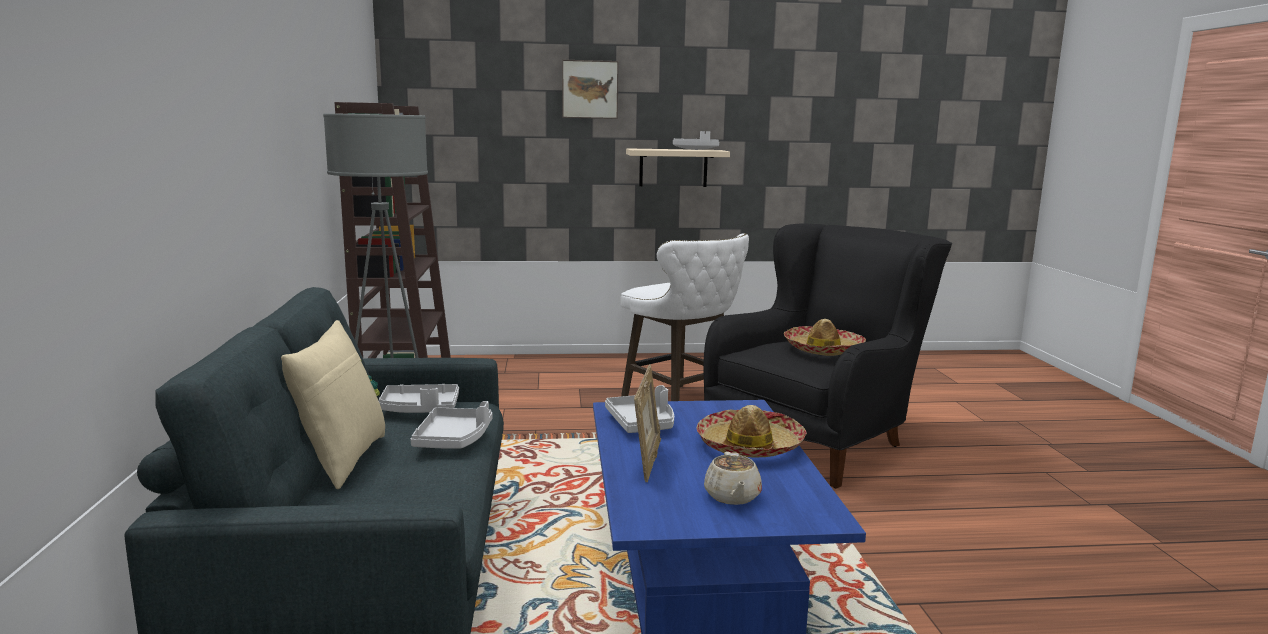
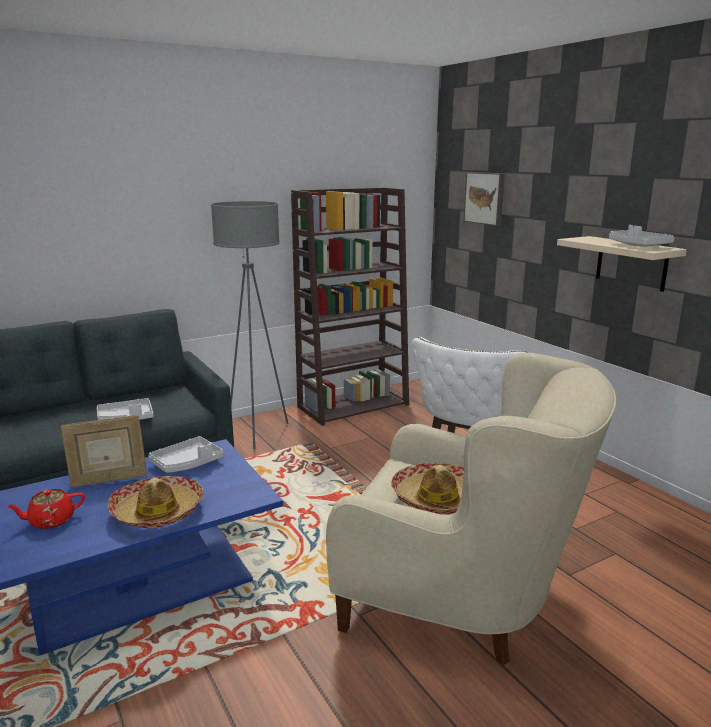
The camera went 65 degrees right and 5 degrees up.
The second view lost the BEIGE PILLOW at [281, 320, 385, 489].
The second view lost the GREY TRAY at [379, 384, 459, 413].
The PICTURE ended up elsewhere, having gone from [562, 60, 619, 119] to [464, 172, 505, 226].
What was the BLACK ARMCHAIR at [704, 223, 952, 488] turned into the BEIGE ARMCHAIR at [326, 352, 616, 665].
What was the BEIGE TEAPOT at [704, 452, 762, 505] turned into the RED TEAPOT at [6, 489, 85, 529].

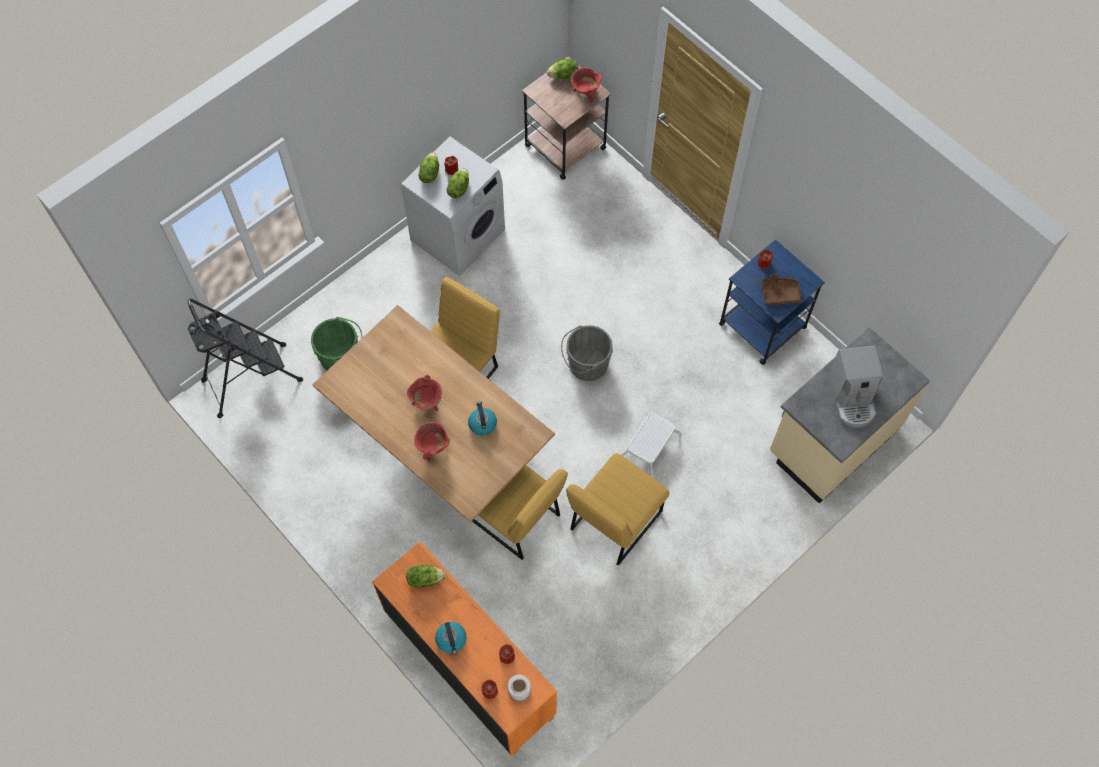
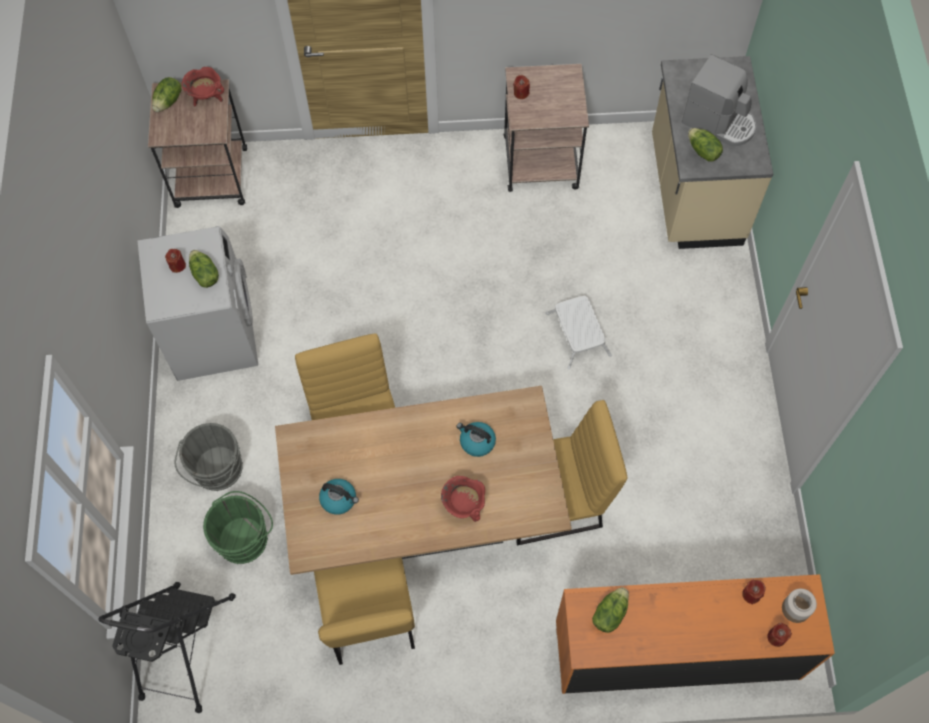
The camera went 50 degrees left and 0 degrees up.
The second view lost the RED COOKING POT at [407, 374, 442, 411].
The LETTUCE ended up elsewhere, having gone from [418, 153, 439, 183] to [688, 128, 723, 162].
The KETTLE ended up elsewhere, having gone from [435, 622, 467, 655] to [319, 479, 359, 515].
The GREY BUCKET ended up elsewhere, having gone from [561, 325, 613, 381] to [174, 423, 243, 491].
The YELLOW CHAIR ended up elsewhere, having gone from [566, 453, 670, 566] to [314, 557, 415, 665].
What was the BLUE CART at [719, 239, 825, 365] turned into the BROWN CART at [503, 64, 589, 192].
The second view lost the BROWN TRAY at [761, 274, 802, 305].

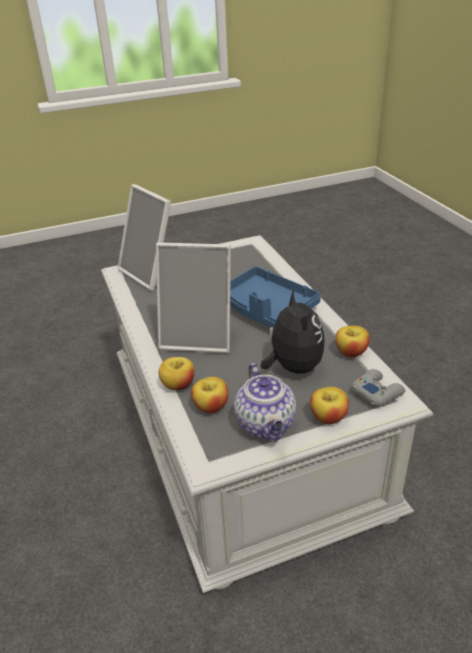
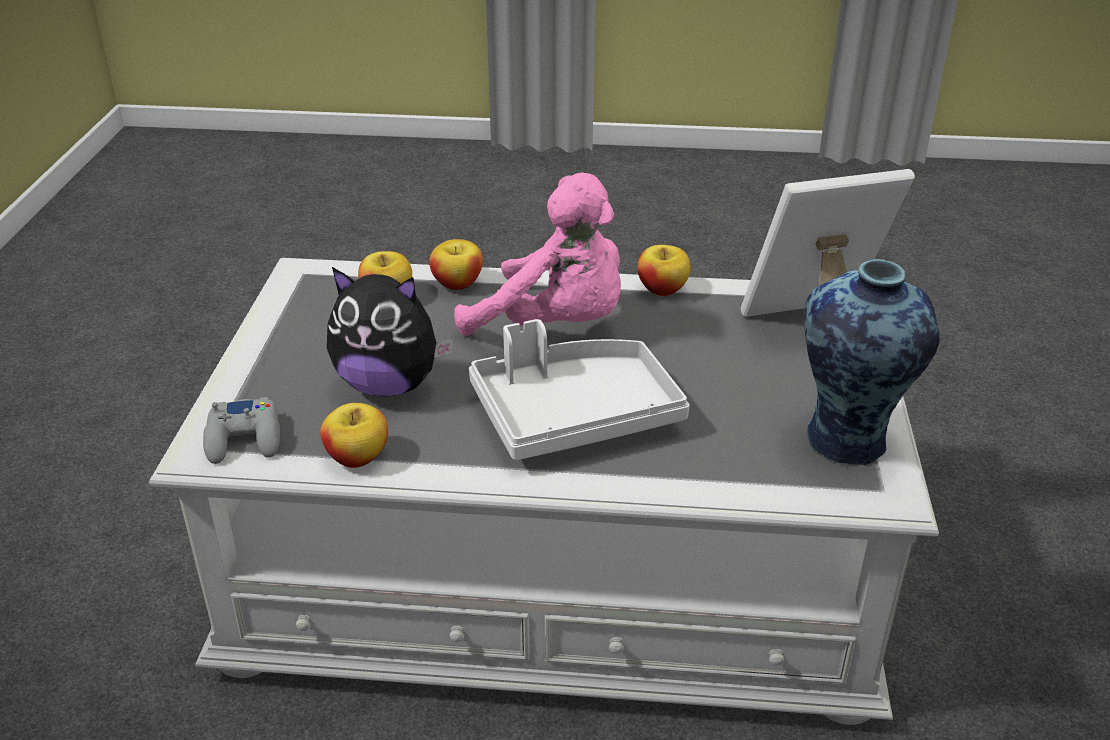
The camera went 115 degrees right and 0 degrees up.
Where the PICTURE FRAME stood at [156, 242, 231, 353], the PINK PLUSH TOY came to stand at [454, 173, 621, 336].
What was the BLUE TRAY at [230, 266, 321, 328] turned into the GREY TRAY at [469, 319, 690, 460].
The second view lost the TEAPOT at [234, 363, 296, 442].
The APPLE ended up elsewhere, having gone from [310, 387, 349, 424] to [637, 245, 691, 296].
The second view gained the VASE at [804, 259, 940, 466].

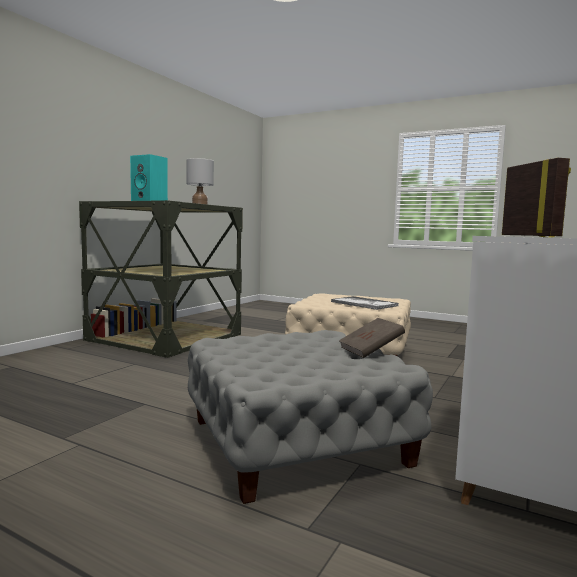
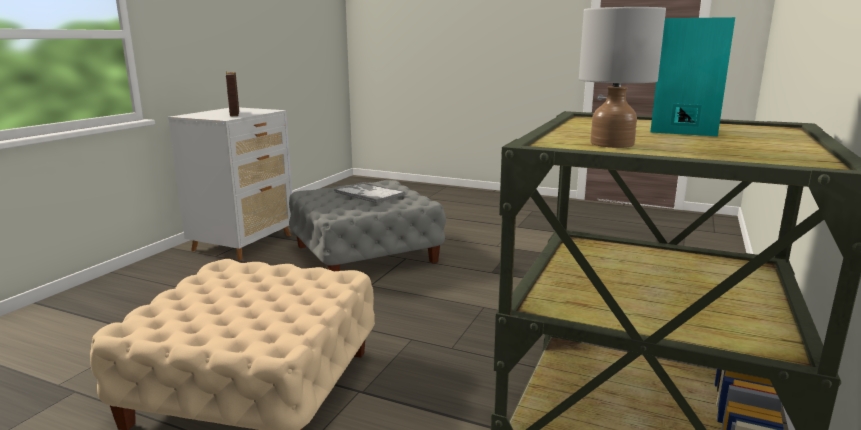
The camera went 175 degrees right and 10 degrees up.
The TRAY ended up elsewhere, having gone from [331, 296, 399, 310] to [334, 182, 406, 203].
The second view lost the BROWN BOOK at [339, 318, 405, 358].

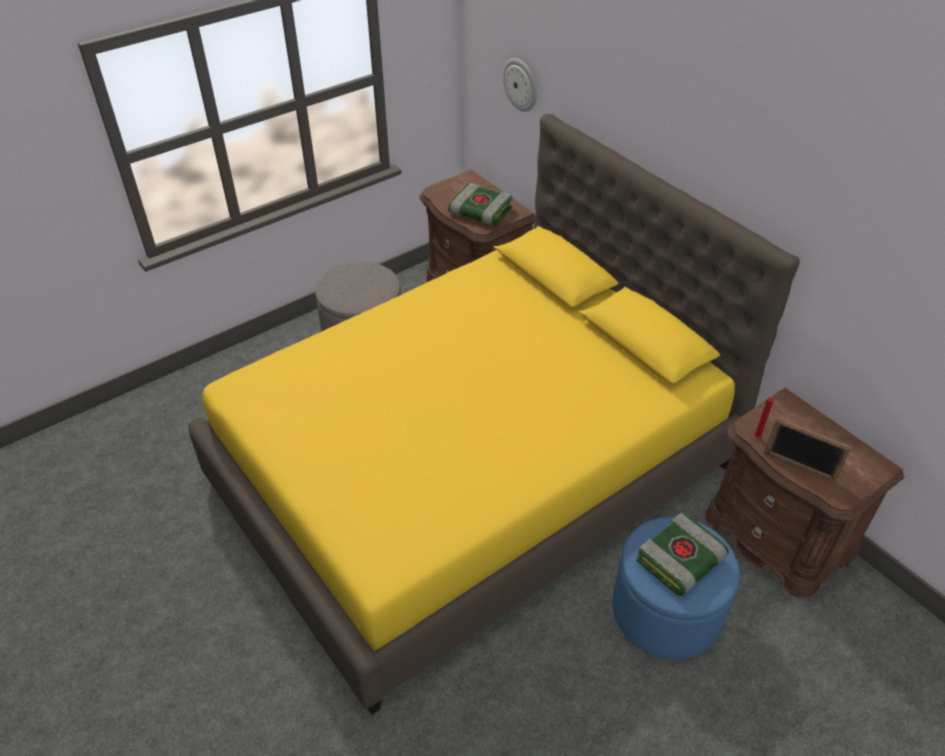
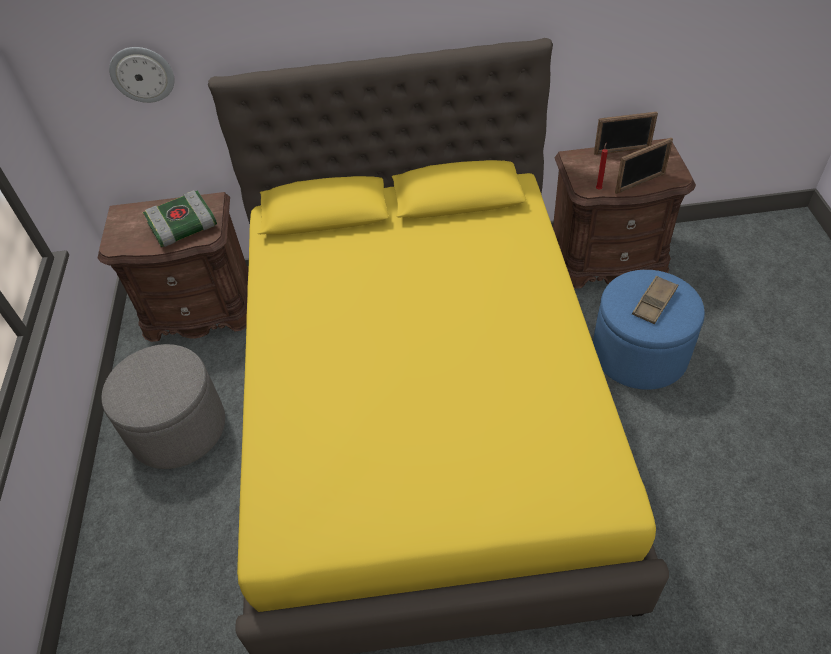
The camera went 55 degrees left and 5 degrees up.
Where the BOOK stood at [636, 512, 729, 596], the BROWN TRAY came to stand at [632, 276, 678, 324].
The second view gained the PICTURE FRAME at [594, 112, 658, 155].

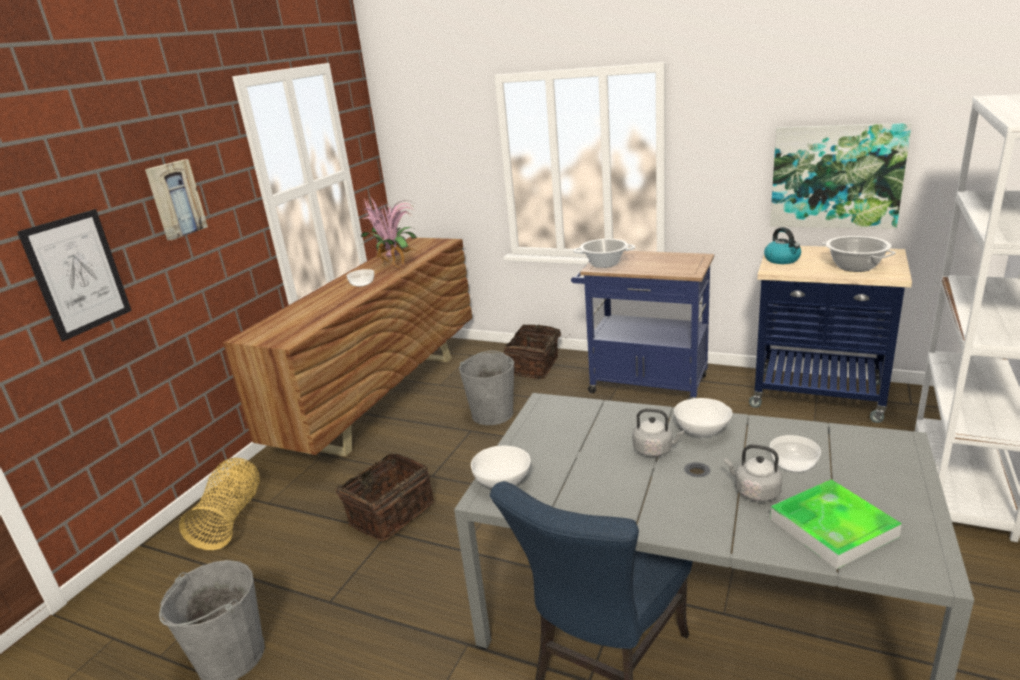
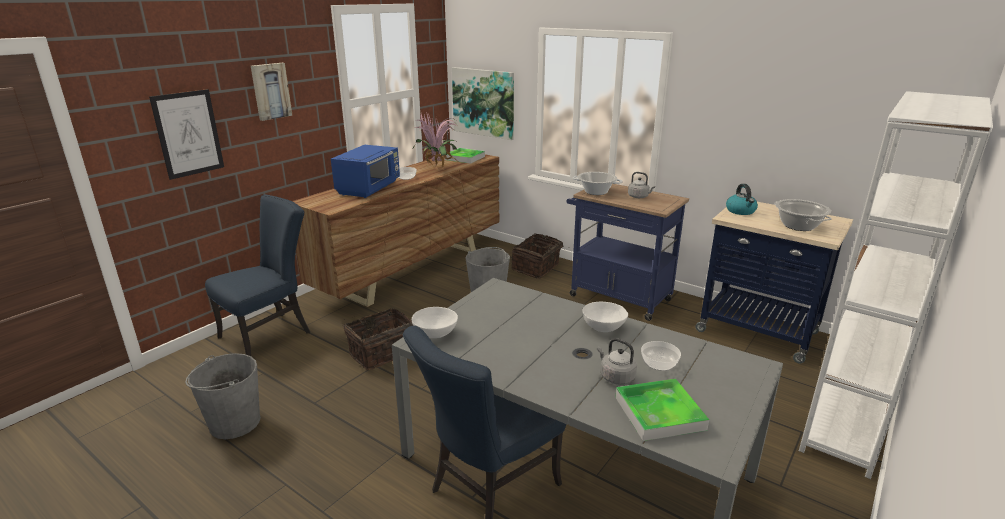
The camera went 10 degrees right and 0 degrees up.
Where the BASKET stood at [179, 458, 260, 550], the BLUE CHAIR came to stand at [205, 195, 310, 356].
The GREY KETTLE ended up elsewhere, having gone from [632, 408, 684, 457] to [628, 172, 655, 198].
The PICTURE ended up elsewhere, having gone from [770, 123, 912, 229] to [452, 67, 514, 140].
The second view gained the BLUE MICROWAVE at [331, 145, 400, 198].
The second view gained the TRAY at [445, 148, 485, 164].

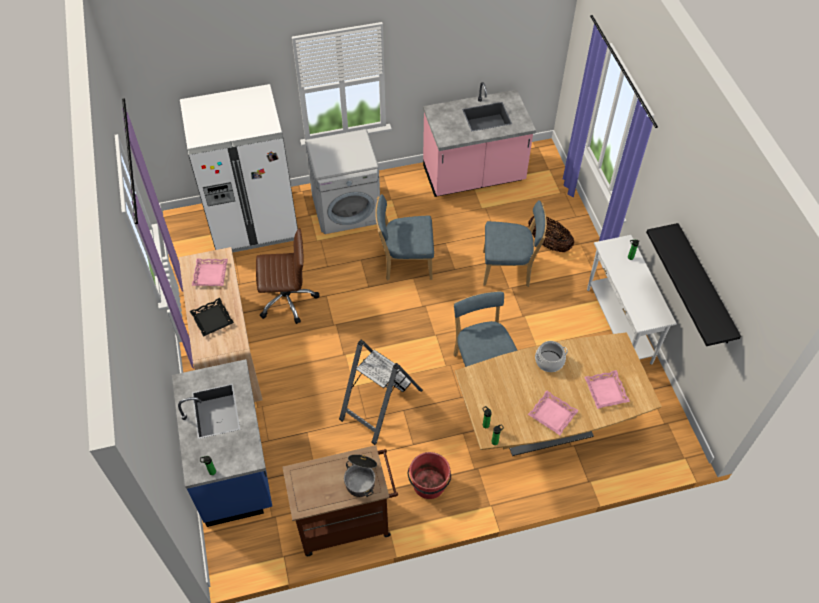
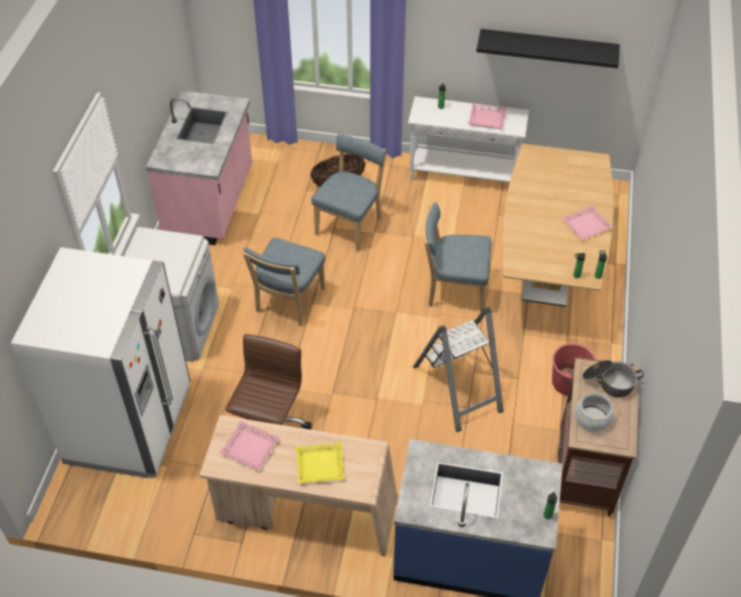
The camera went 65 degrees left and 5 degrees down.
What was the BLACK TRAY at [190, 298, 234, 337] turned into the YELLOW TRAY at [296, 443, 345, 483].
The COOKING POT ended up elsewhere, having gone from [535, 341, 568, 372] to [575, 390, 614, 432].
The PINK TRAY ended up elsewhere, having gone from [585, 370, 630, 409] to [468, 103, 507, 129].

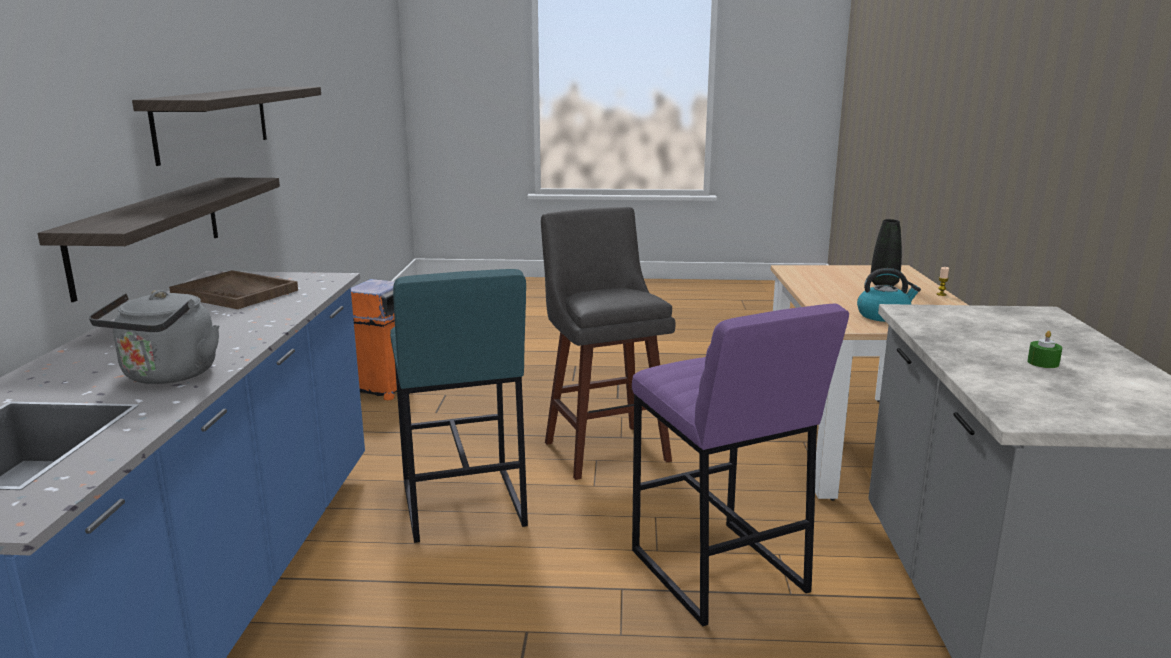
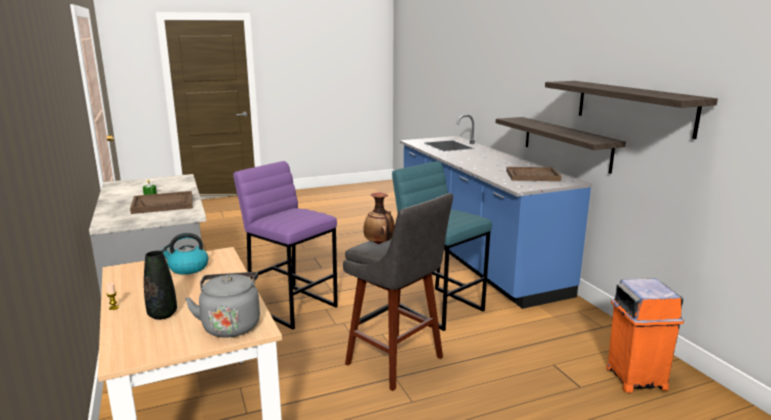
The camera went 155 degrees right and 0 degrees up.
The GREY KETTLE ended up elsewhere, having gone from [89, 290, 219, 384] to [185, 272, 260, 338].
The second view gained the BROWN TRAY at [130, 191, 193, 214].
The second view gained the VASE at [363, 192, 395, 244].

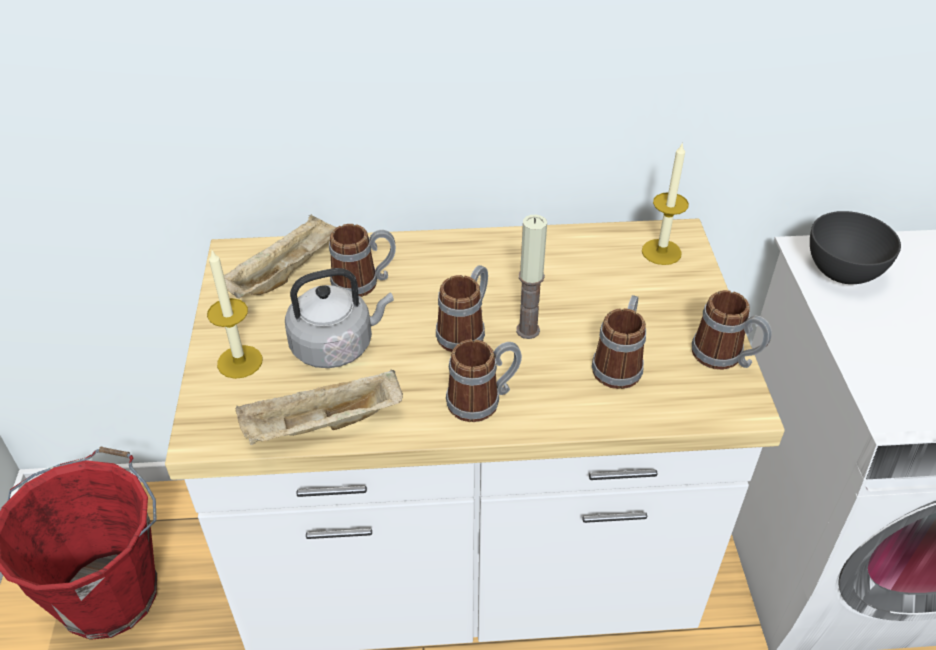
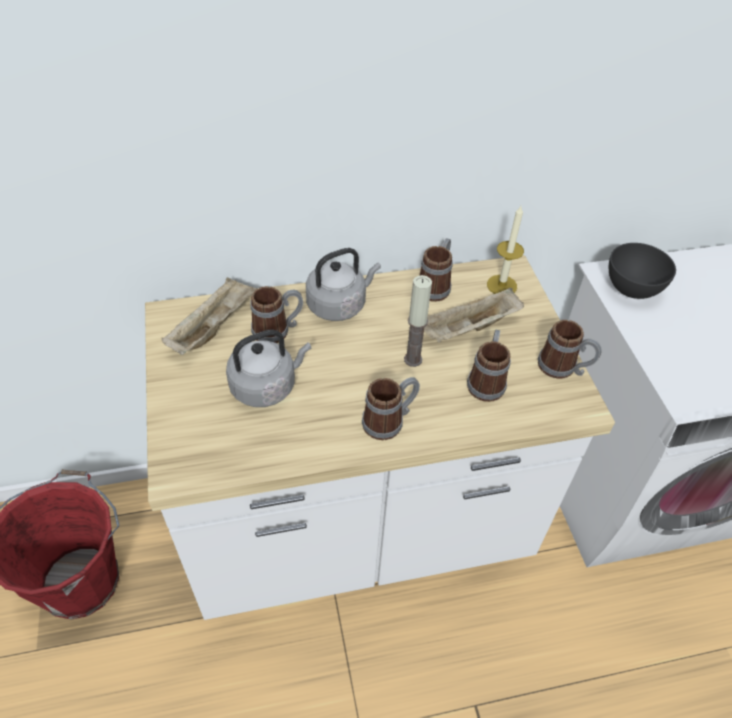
The camera went 10 degrees left and 5 degrees up.
The second view lost the CANDLE at [207, 251, 262, 379].
The BEIGE TRAY ended up elsewhere, having gone from [236, 369, 403, 445] to [424, 288, 524, 343].
The MUG ended up elsewhere, having gone from [436, 265, 488, 352] to [419, 238, 453, 302].
The second view gained the GREY KETTLE at [306, 248, 381, 321].

